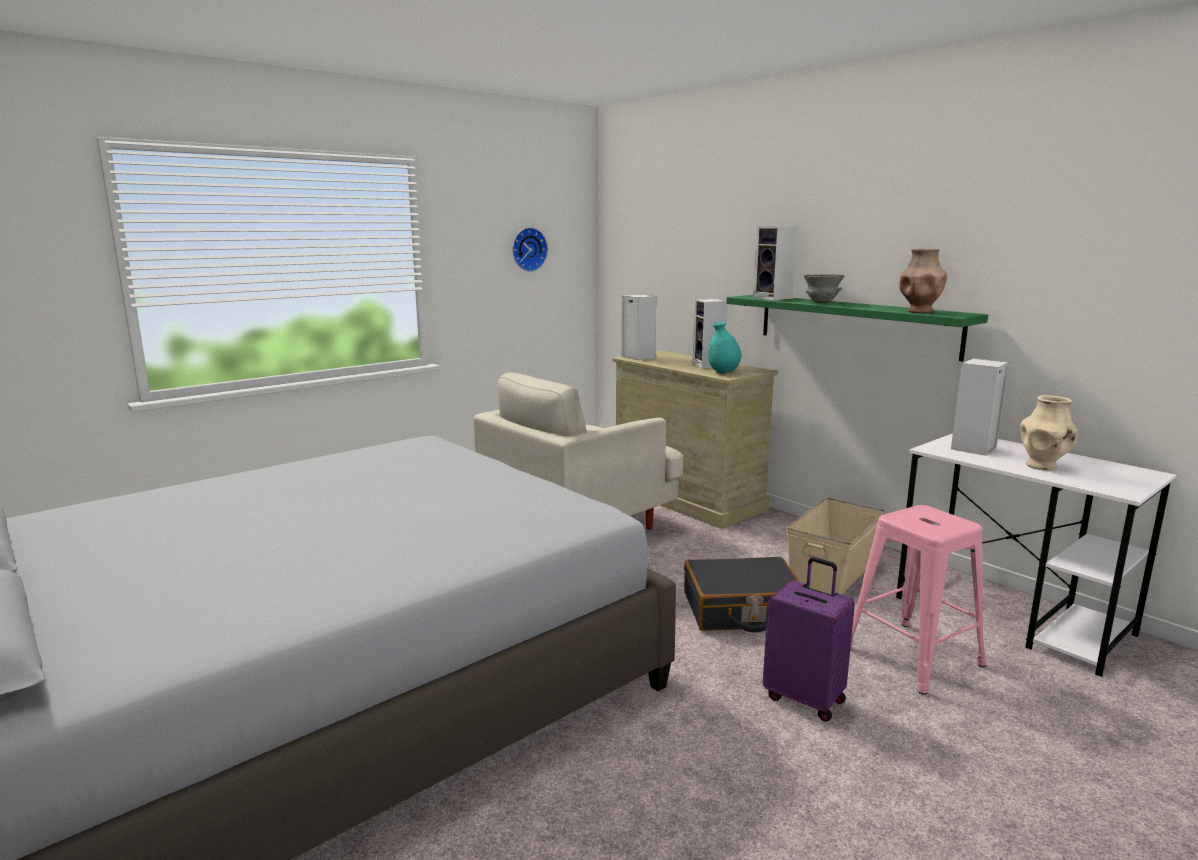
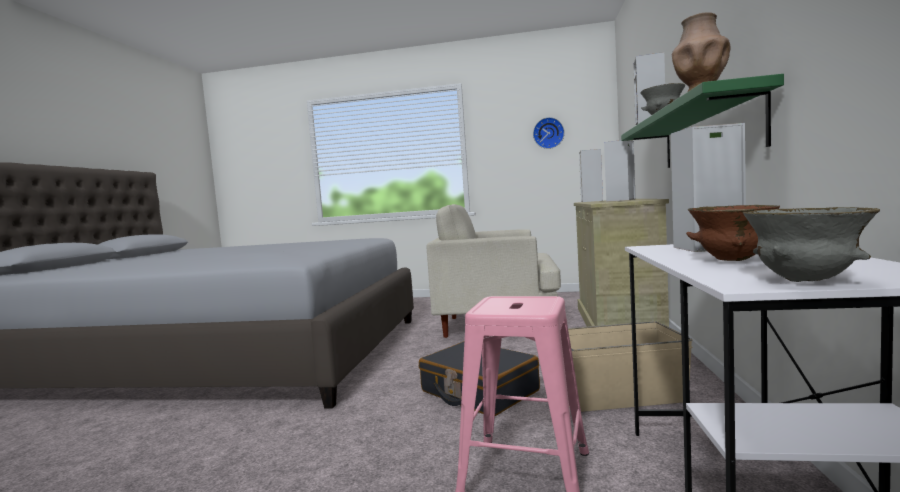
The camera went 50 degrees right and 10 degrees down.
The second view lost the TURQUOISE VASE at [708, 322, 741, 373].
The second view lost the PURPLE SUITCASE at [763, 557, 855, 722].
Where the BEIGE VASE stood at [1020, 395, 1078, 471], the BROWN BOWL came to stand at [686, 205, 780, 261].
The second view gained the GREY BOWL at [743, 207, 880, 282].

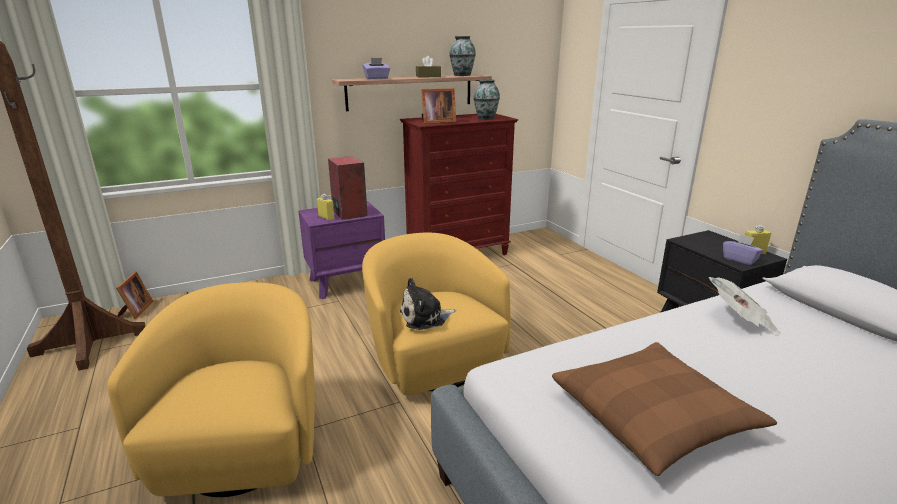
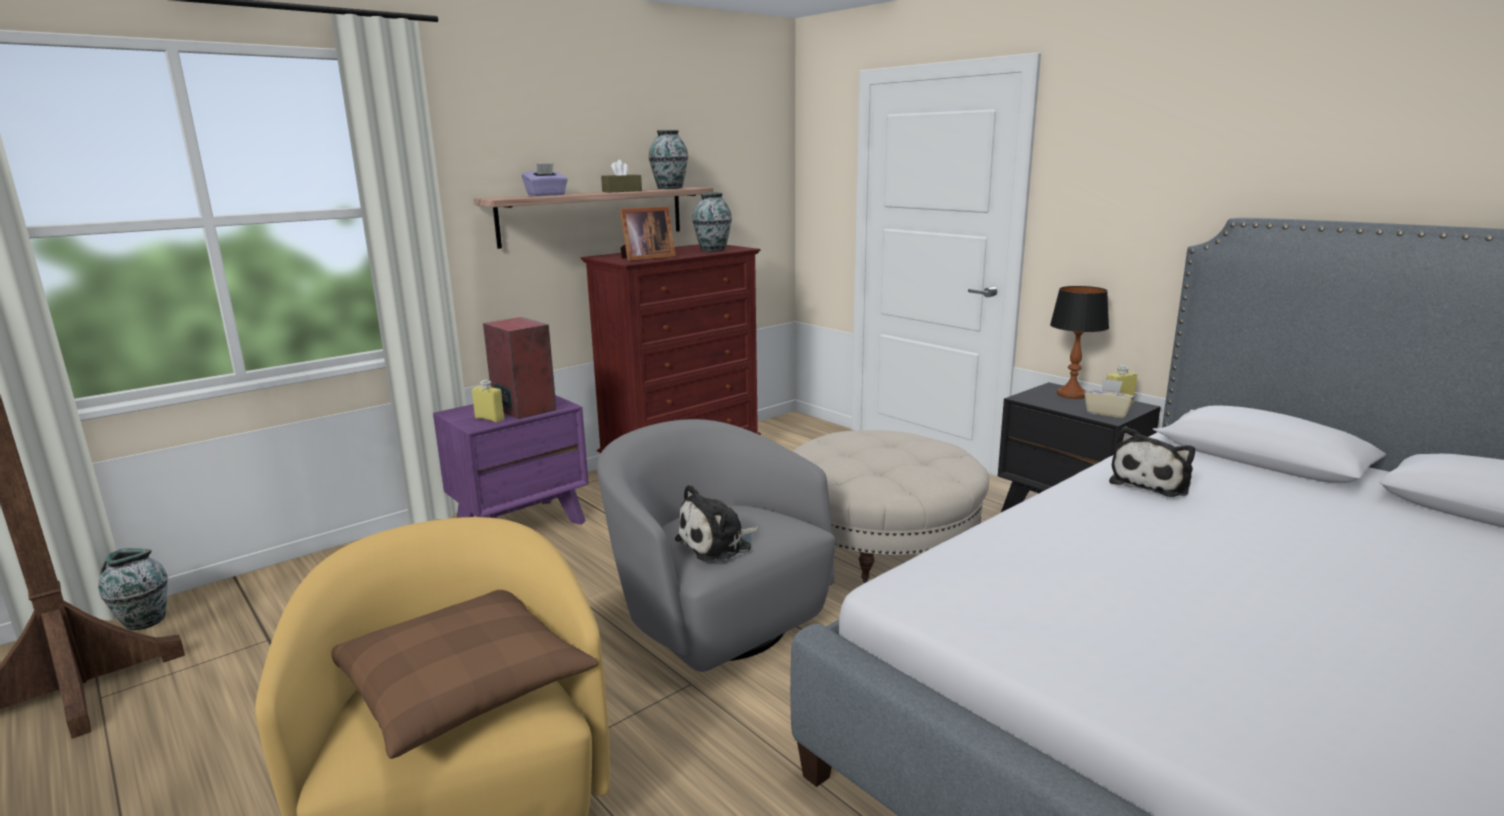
The camera went 15 degrees left and 5 degrees down.
Where the PICTURE FRAME stood at [116, 272, 153, 319], the VASE came to stand at [98, 548, 168, 630].
What was the YELLOW ARMCHAIR at [362, 233, 511, 396] turned into the GREY ARMCHAIR at [597, 419, 835, 672].
The BROWN PILLOW ended up elsewhere, having gone from [552, 342, 777, 476] to [331, 590, 599, 759].
Where the NEWSPAPER stood at [709, 277, 781, 333], the PLUSH TOY came to stand at [1109, 426, 1195, 497].
What was the PURPLE TISSUE BOX at [723, 234, 763, 265] turned into the BEIGE TISSUE BOX at [1084, 379, 1135, 418].
The second view gained the BEIGE OTTOMAN at [793, 430, 989, 583].
The second view gained the TABLE LAMP at [1050, 286, 1109, 399].

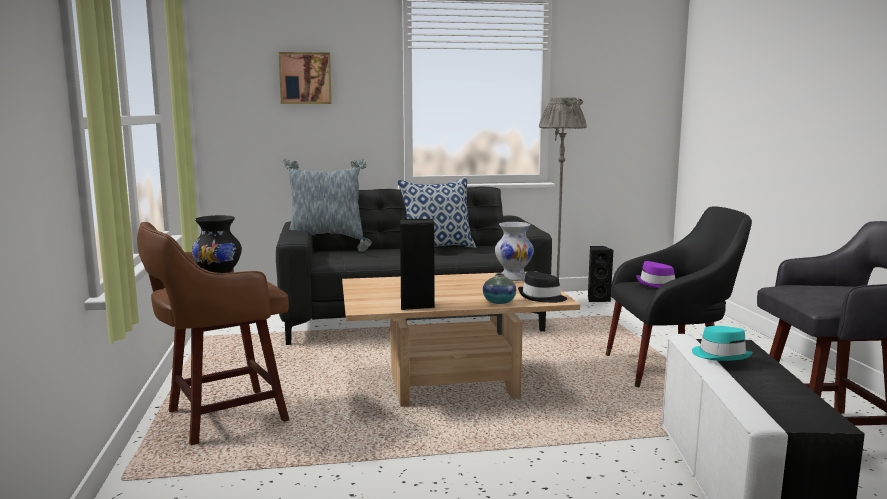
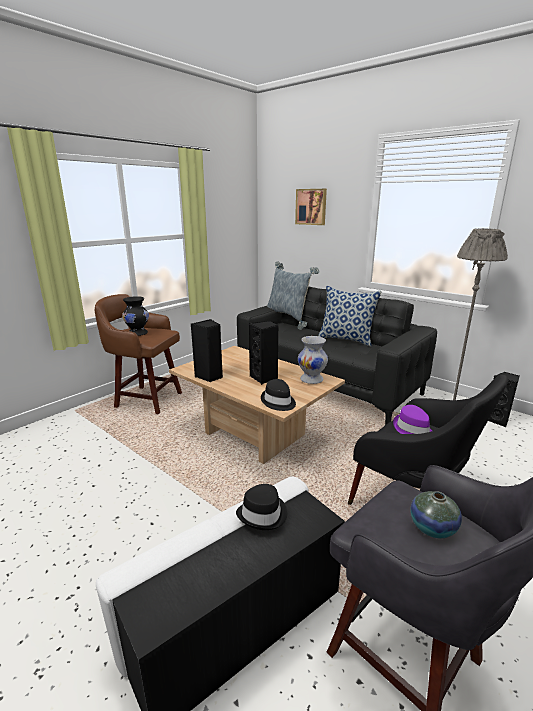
The camera went 50 degrees right and 10 degrees up.
The VASE ended up elsewhere, having gone from [483, 273, 516, 304] to [410, 491, 462, 538].
What was the TURQUOISE HAT at [692, 326, 753, 361] turned into the BLACK HAT at [236, 484, 287, 530].
The second view gained the BLACK SPEAKER at [249, 321, 279, 385].

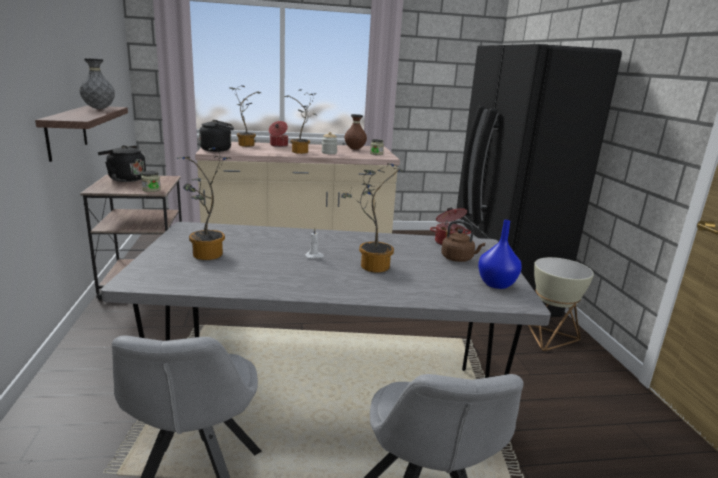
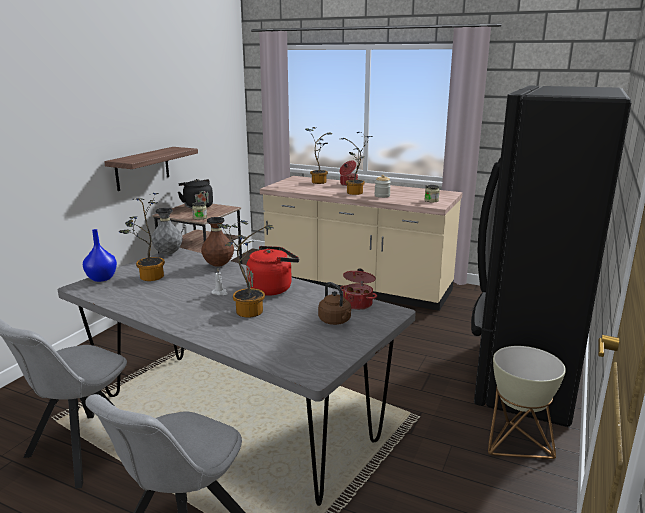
The camera went 35 degrees right and 0 degrees up.
The GREY VASE ended up elsewhere, having gone from [79, 58, 115, 109] to [151, 208, 183, 255].
The second view lost the BLACK KETTLE at [199, 120, 234, 152].
The BROWN VASE ended up elsewhere, having gone from [345, 114, 367, 150] to [201, 217, 234, 267].
The BLUE VASE ended up elsewhere, having gone from [478, 220, 522, 289] to [83, 229, 117, 282].
The second view gained the RED KETTLE at [246, 246, 299, 296].

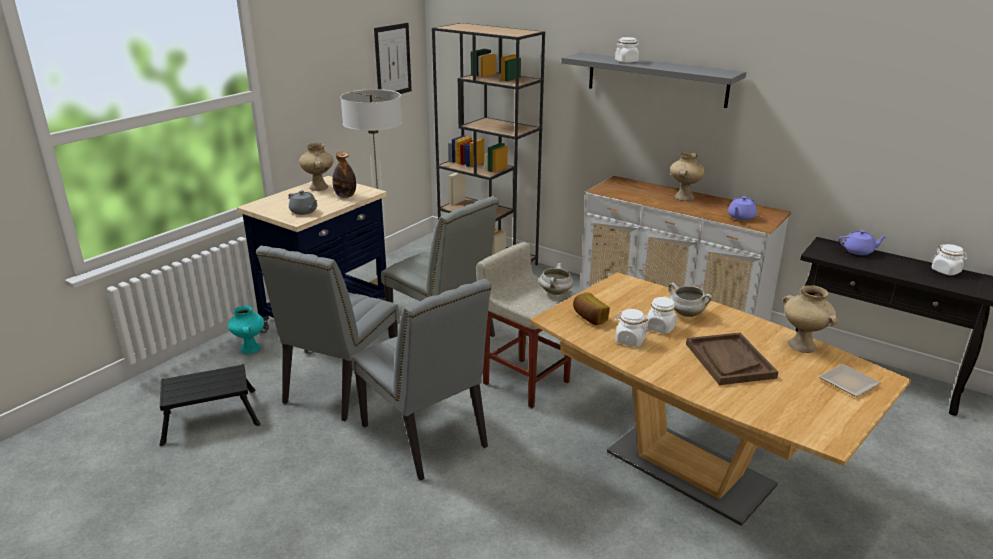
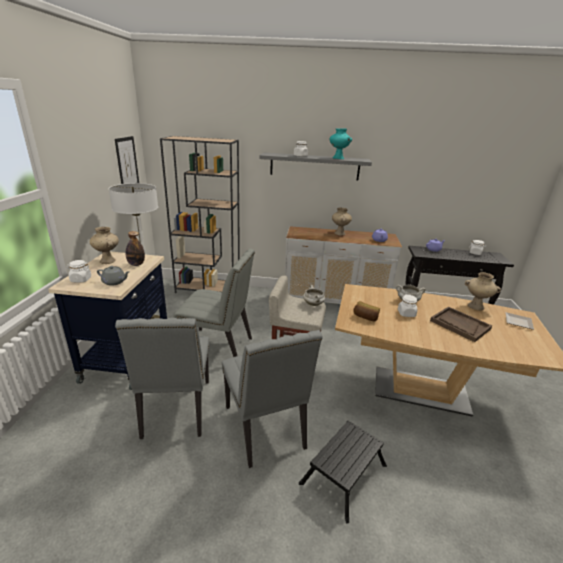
The camera went 30 degrees left and 0 degrees up.
The BLACK STEP LADDER ended up elsewhere, having gone from [159, 364, 261, 446] to [299, 421, 387, 524].
The TURQUOISE VASE ended up elsewhere, having gone from [228, 306, 264, 354] to [330, 129, 352, 159].
The GREY CHAIR at [351, 278, 492, 481] ended up facing another way, 45 degrees clockwise from before.
The WHITE JAR ended up elsewhere, having gone from [614, 309, 649, 347] to [66, 260, 91, 283].

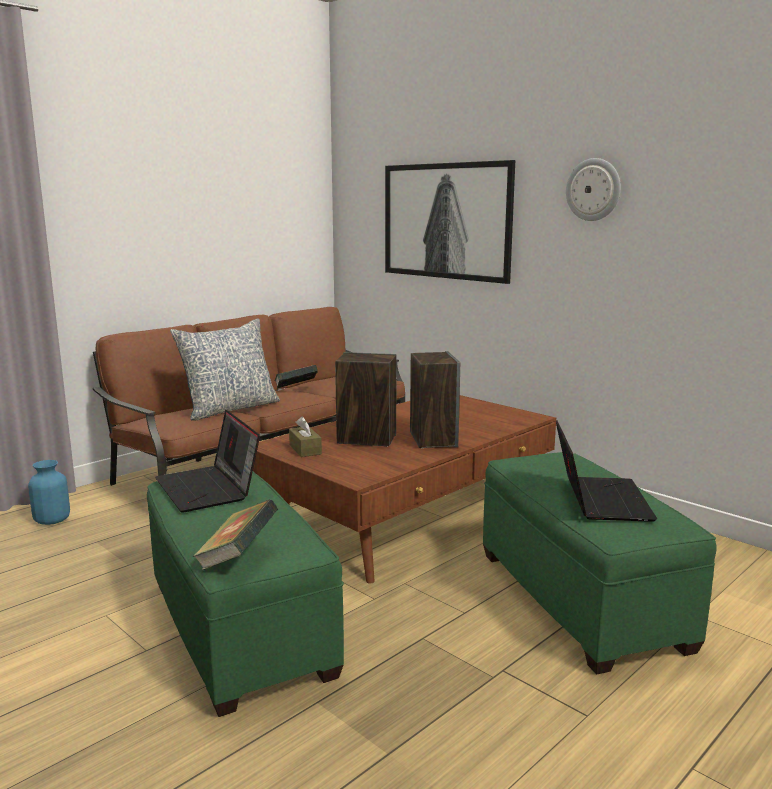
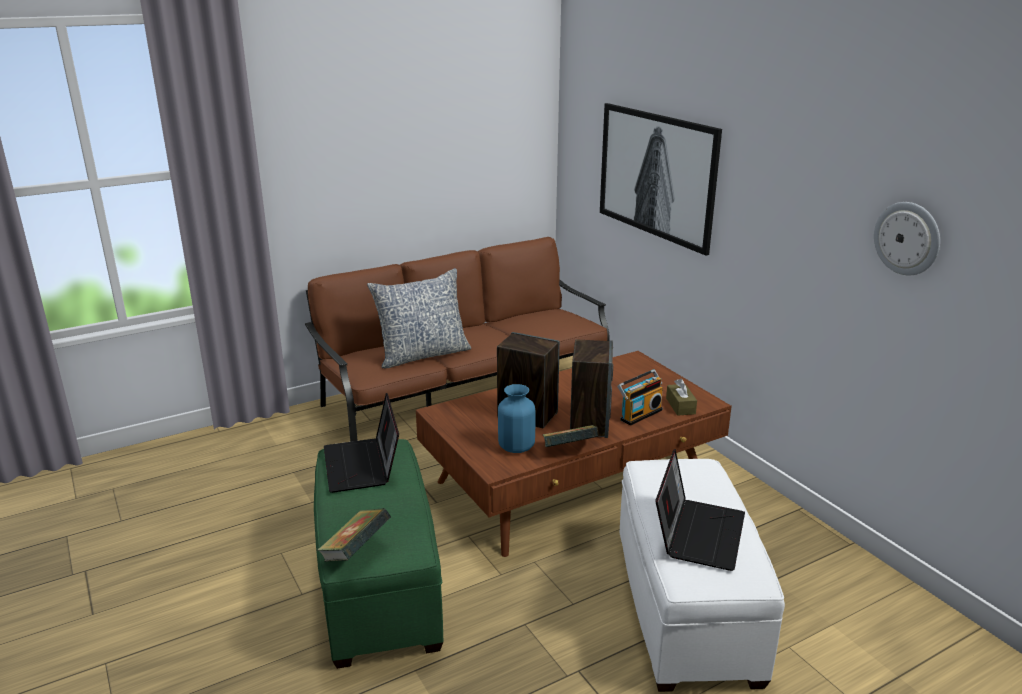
The camera went 15 degrees right and 10 degrees up.
The BLUE VASE ended up elsewhere, having gone from [28, 460, 70, 525] to [498, 384, 536, 453].
The BOOK ended up elsewhere, having gone from [274, 365, 318, 389] to [542, 425, 598, 447].
The BROWN TISSUE BOX ended up elsewhere, having gone from [289, 416, 322, 457] to [666, 379, 697, 416].
What was the GREEN OTTOMAN at [483, 452, 717, 674] turned into the WHITE OTTOMAN at [619, 459, 785, 692].
The WALL CLOCK ended up elsewhere, having gone from [566, 158, 621, 221] to [874, 202, 940, 275].
The second view gained the RADIO at [617, 369, 663, 426].

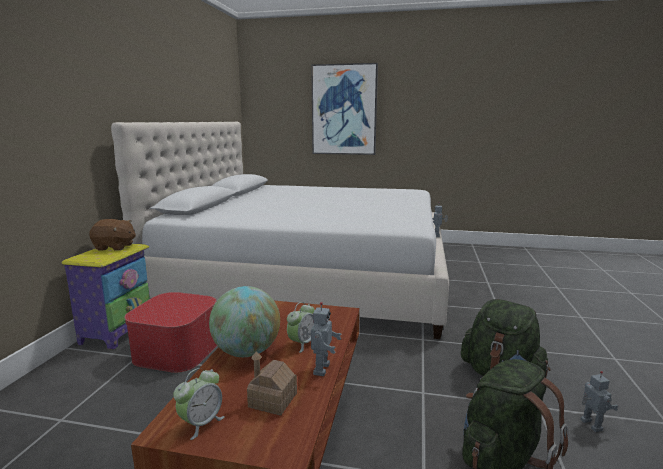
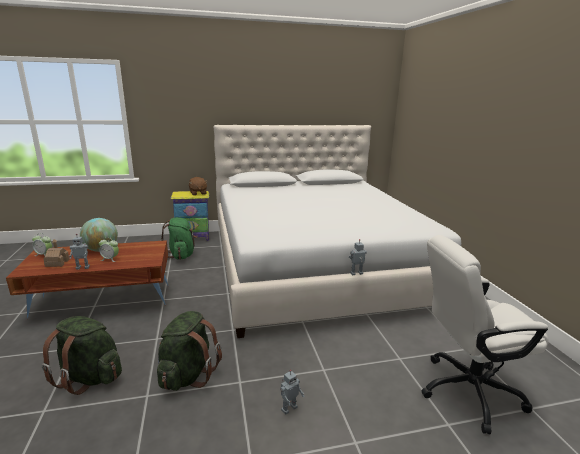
The camera went 65 degrees right and 5 degrees up.
Where the OTTOMAN stood at [124, 292, 217, 373], the GREEN BACKPACK came to stand at [161, 217, 197, 260].
The second view lost the PICTURE at [311, 63, 378, 155].
The TOY ROBOT ended up elsewhere, having gone from [580, 371, 618, 432] to [280, 370, 305, 415].
The second view gained the WHITE OFFICE CHAIR at [421, 235, 549, 434].

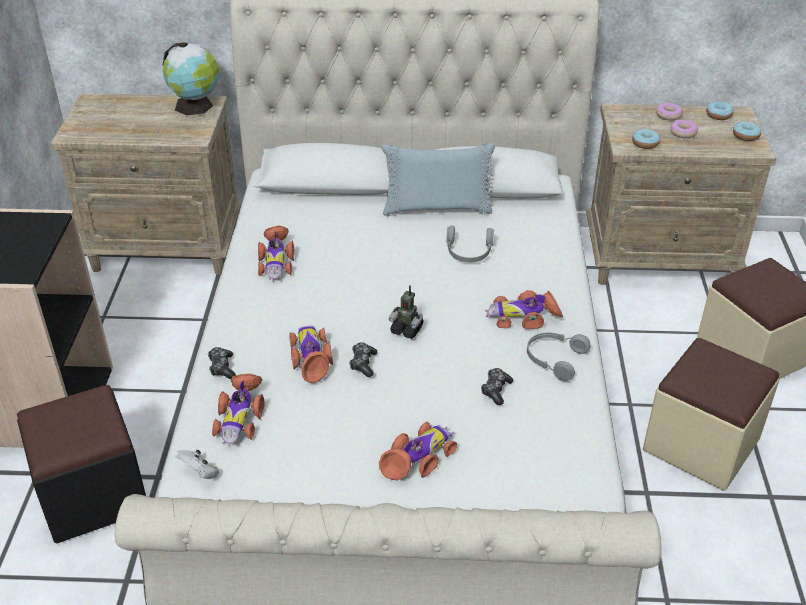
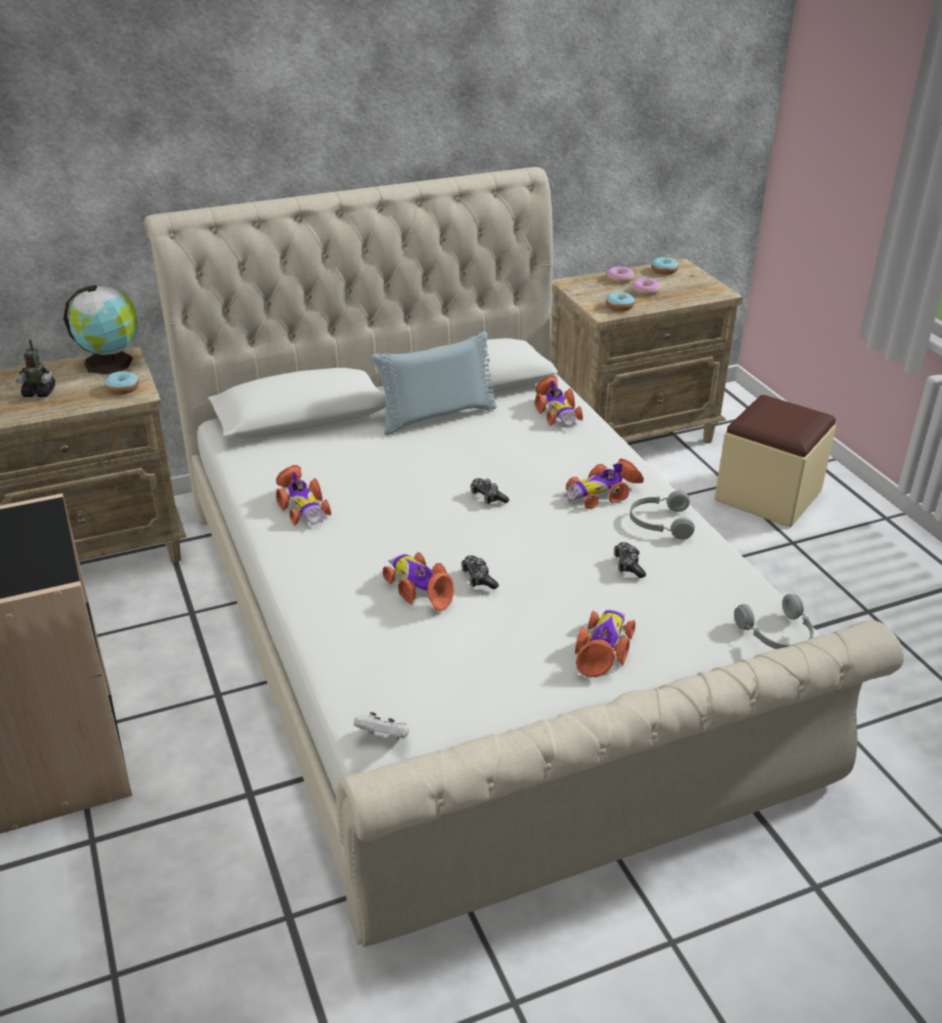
The camera went 25 degrees left and 5 degrees down.
The second view lost the BLACK OTTOMAN at [17, 385, 146, 543].
The GAME CONTROLLER ended up elsewhere, having gone from [208, 347, 236, 379] to [470, 478, 509, 504].
The TOY CAR ended up elsewhere, having gone from [212, 373, 264, 445] to [535, 375, 583, 426].
The TOY ROBOT ended up elsewhere, having gone from [388, 286, 424, 339] to [16, 339, 55, 397].
The GREY HEADPHONES ended up elsewhere, having gone from [446, 225, 494, 262] to [734, 594, 814, 649].
The second view lost the BEIGE OTTOMAN at [643, 338, 780, 491].
The DONUT ended up elsewhere, having gone from [733, 121, 762, 141] to [105, 371, 139, 395].

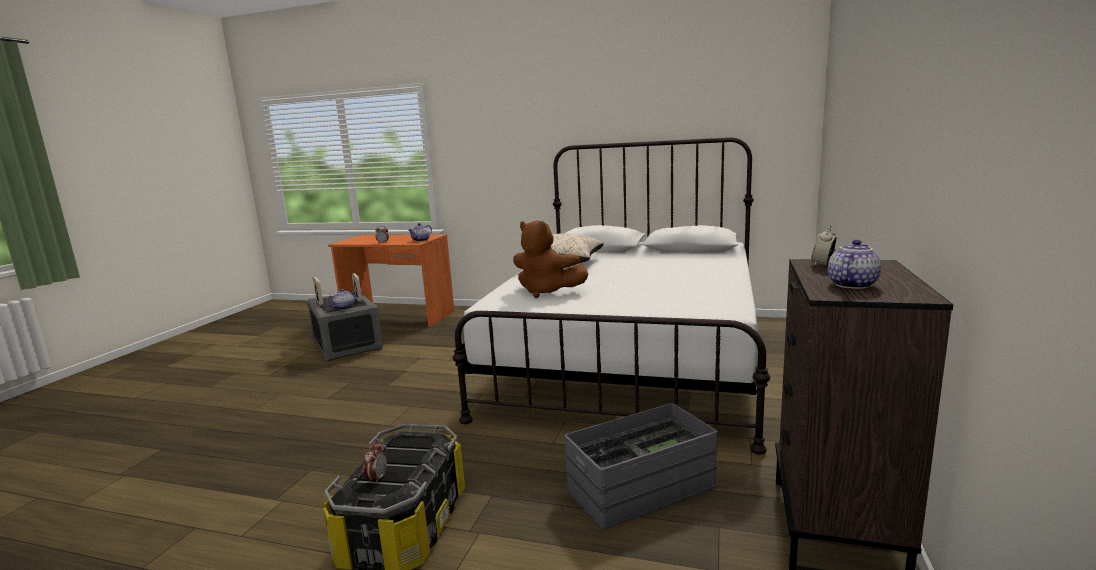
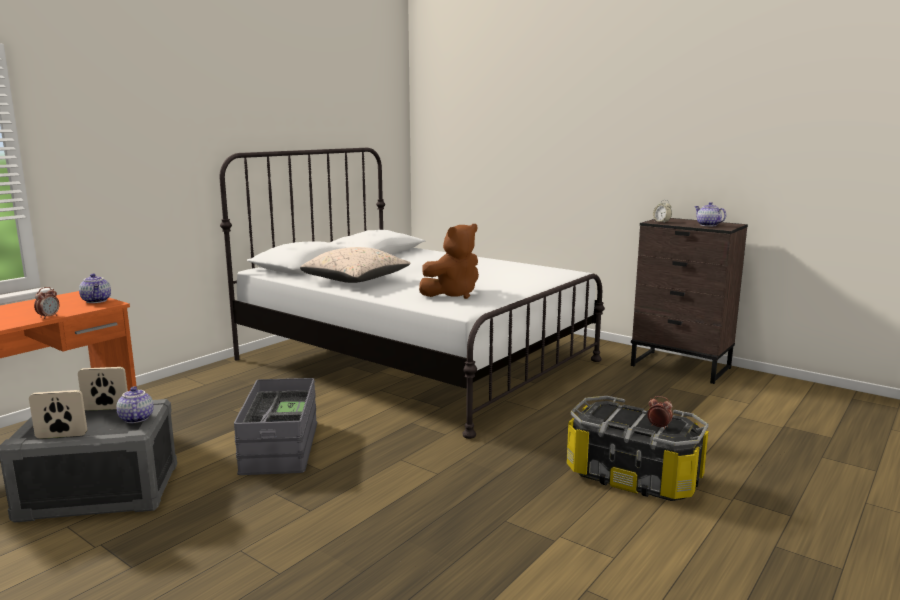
The camera went 70 degrees left and 0 degrees up.
The GREY STORAGE BOX ended up elsewhere, having gone from [565, 403, 718, 530] to [234, 378, 317, 475].

